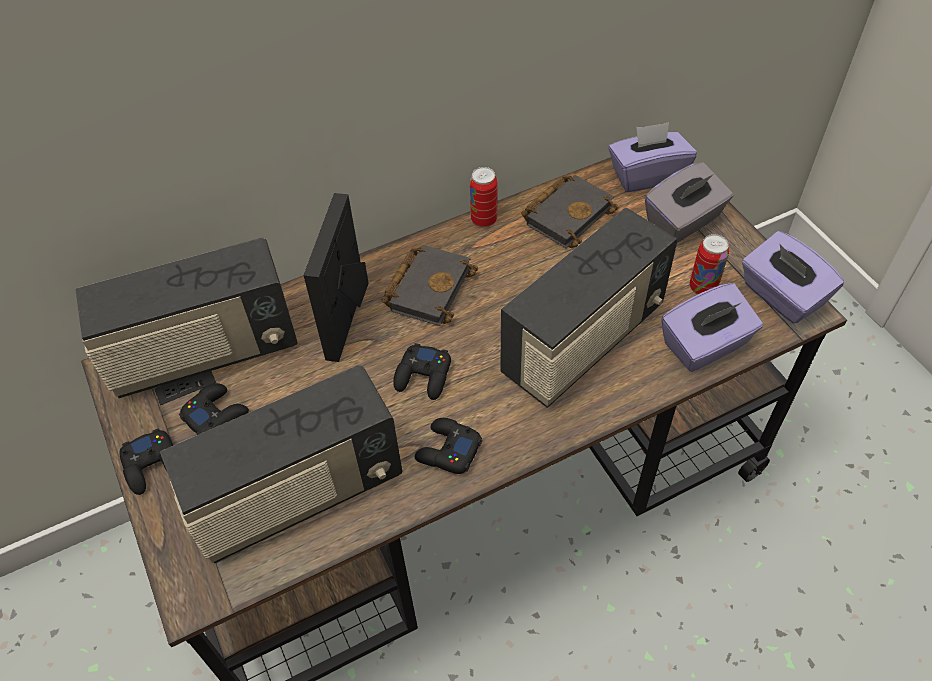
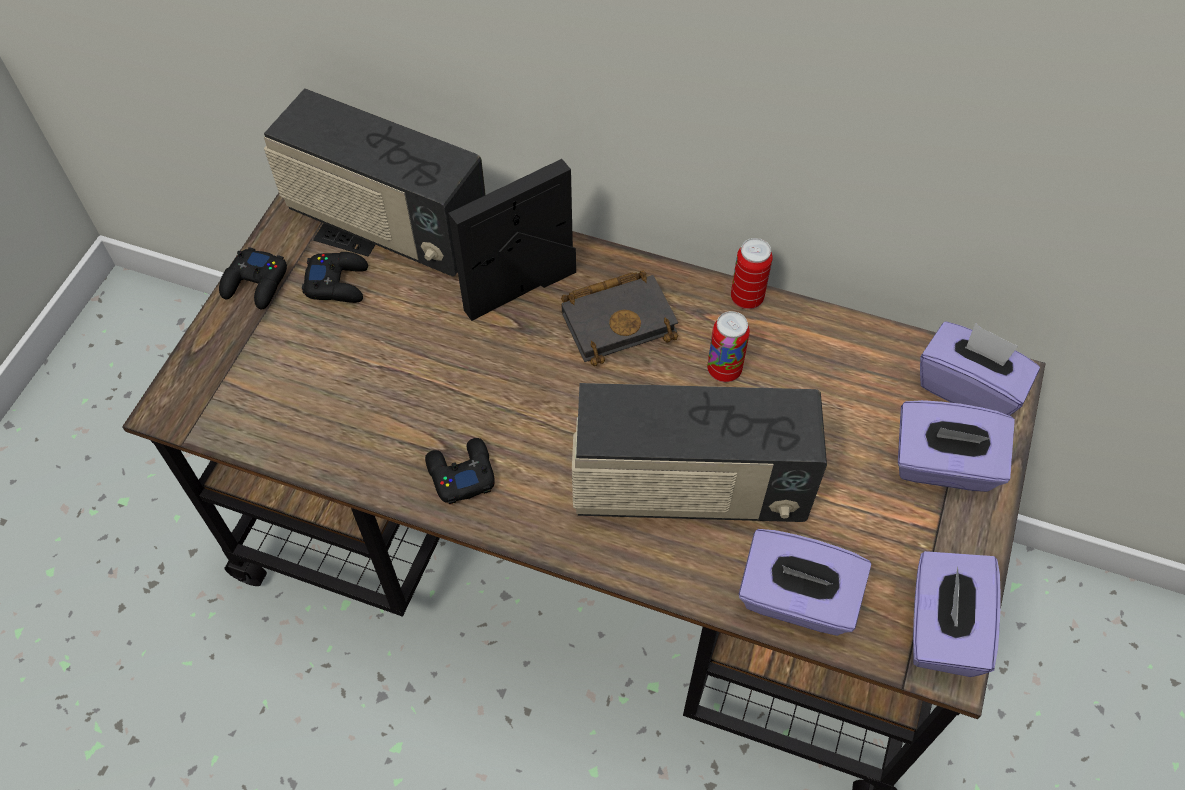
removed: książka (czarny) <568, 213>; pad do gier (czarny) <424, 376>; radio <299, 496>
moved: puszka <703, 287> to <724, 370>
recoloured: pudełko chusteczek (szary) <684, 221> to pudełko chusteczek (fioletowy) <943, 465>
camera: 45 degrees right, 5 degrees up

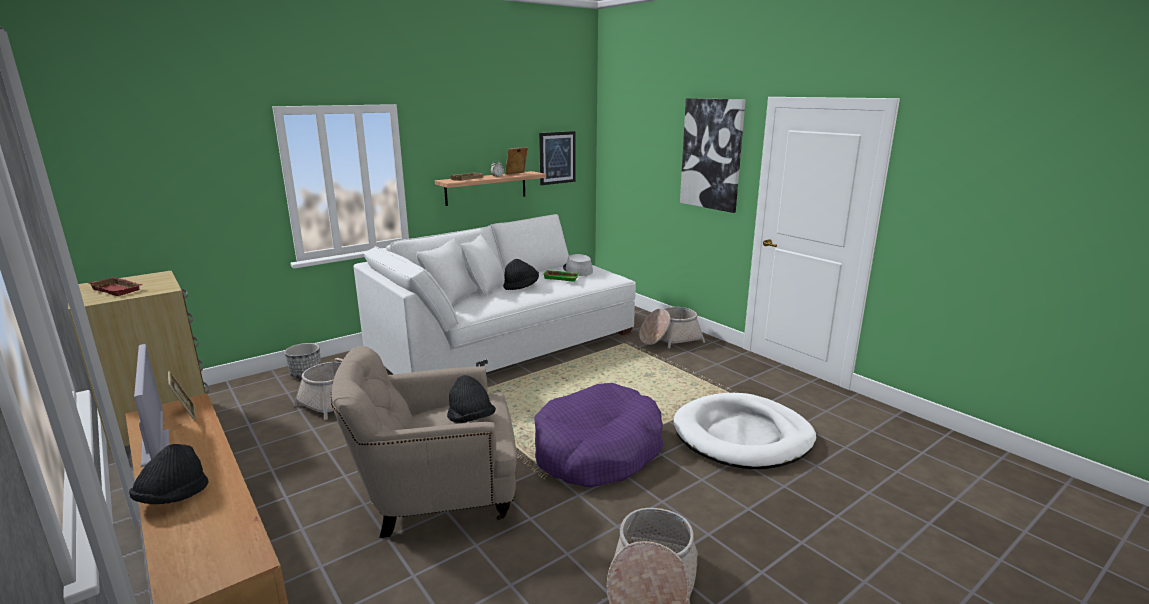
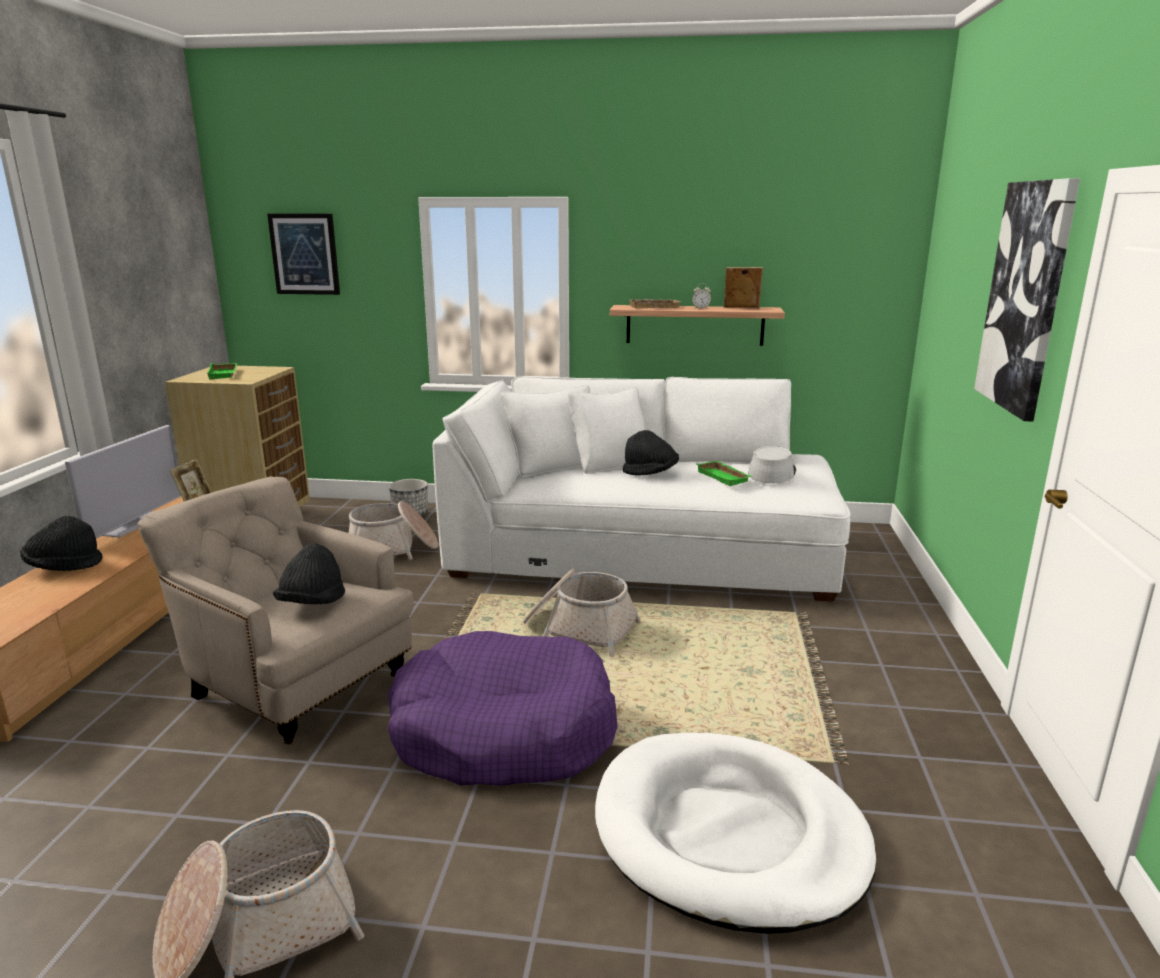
moved: obraz <557, 157> to <305, 254>; koszyk <669, 339> to <579, 629>
recoloured: taca (czerwony) <119, 289> to taca (zielony) <224, 374>
camera: 45 degrees right, 0 degrees up

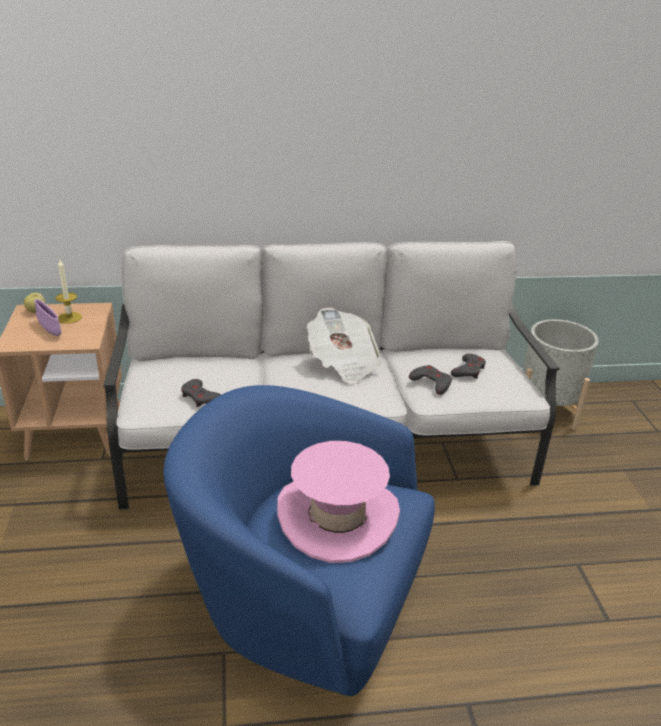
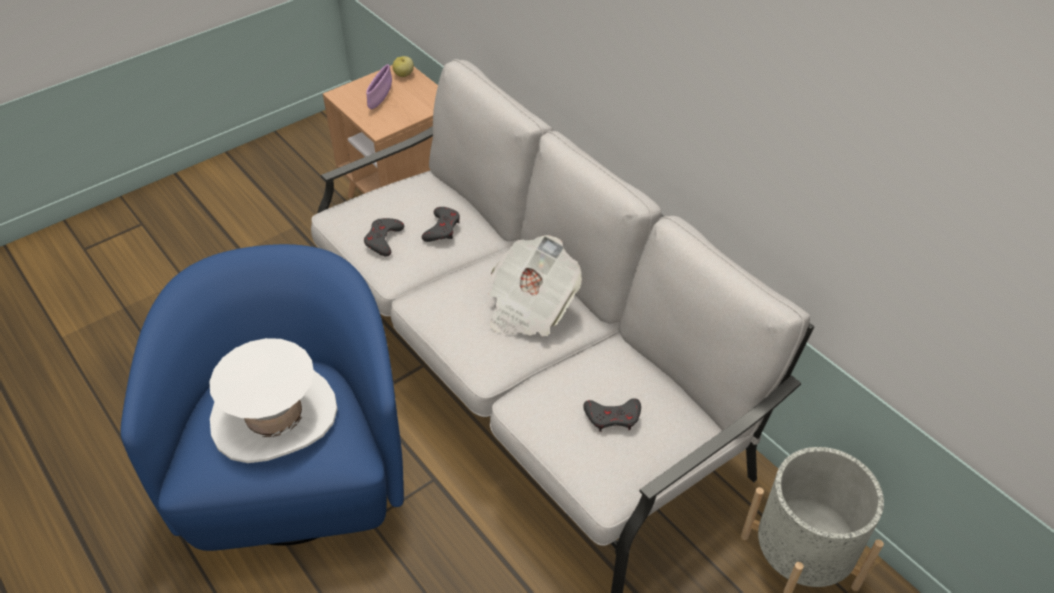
removed: świeca <69, 317>
moved: pad do gier (szary) <431, 382> to <442, 228>
recoloured: kapelusz (różowy) <337, 517> to kapelusz (biały) <274, 415>
camera: 60 degrees right, 15 degrees up

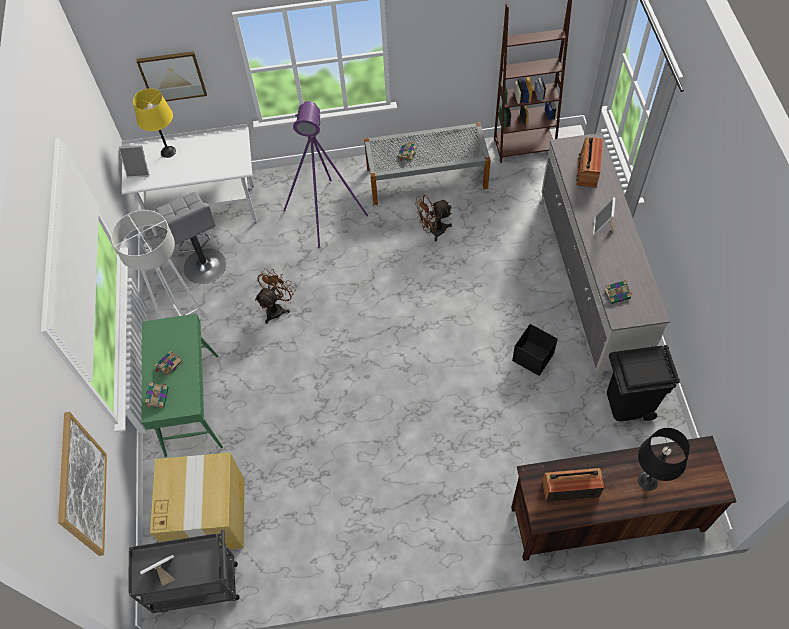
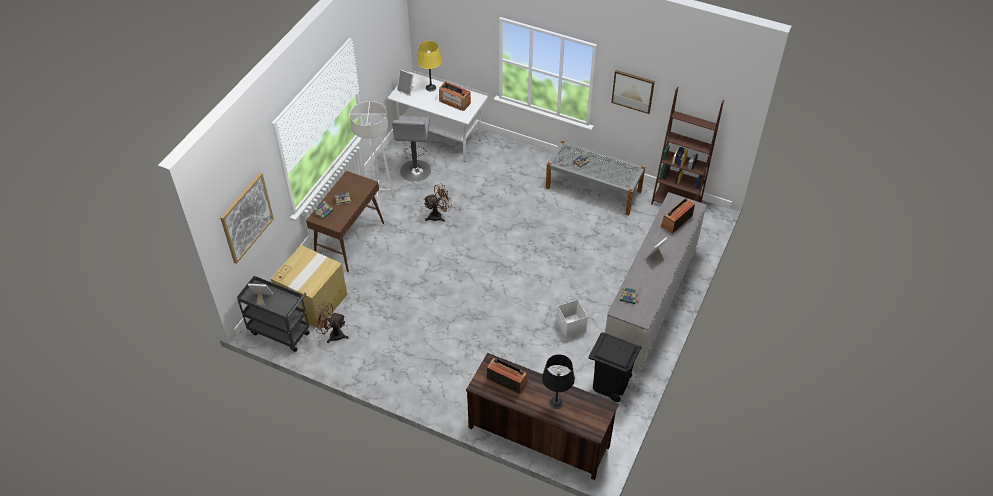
removed: lampa stojąca (fioletowy) <325, 214>
added: radio <454, 102>
moved: obraz <172, 76> to <633, 91>; wentylator (brązowy) <433, 231> to <333, 335>
recoloured: stolik konsolowy (zielony) <192, 404> to stolik konsolowy (brązowy) <349, 240>; pojemnik do przechowywania (czarny) <533, 358> to pojemnik do przechowywania (biały) <571, 326>
camera: 30 degrees right, 10 degrees down

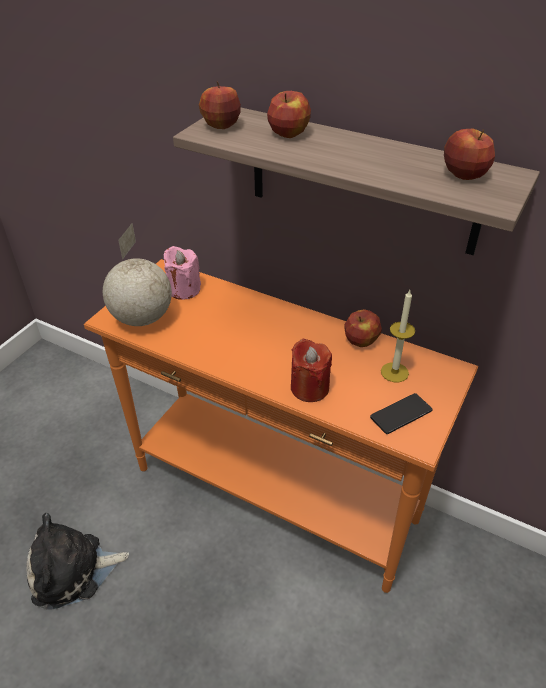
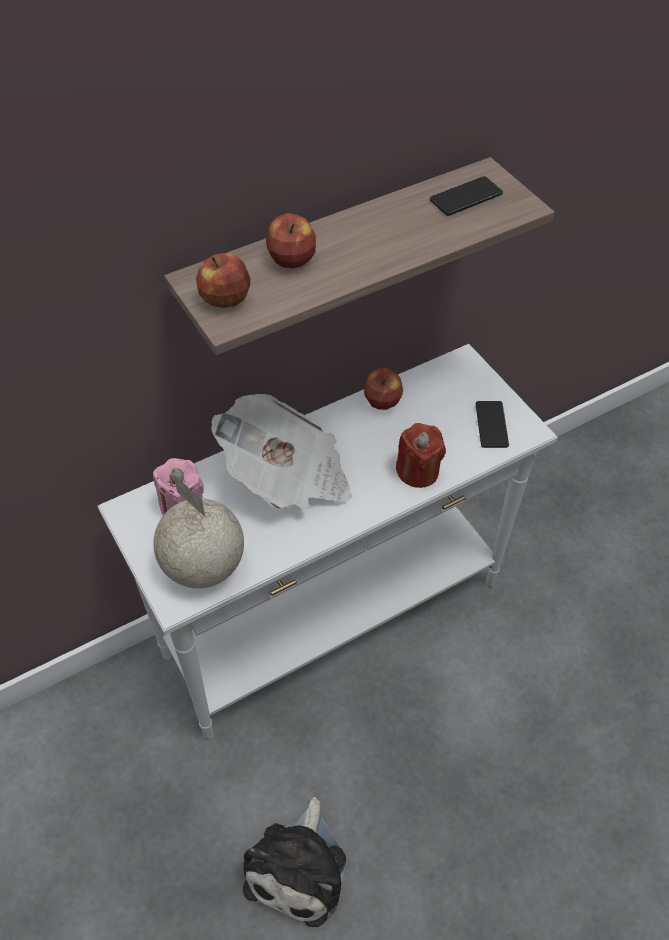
removed: świeca <394, 372>
added: gazeta <287, 477>
replaced: jabłko <464, 174> to telefon <466, 197>
recoloured: stolik konsolowy (pomarańczowy) <277, 493> to stolik konsolowy (biały) <334, 615>
camera: 60 degrees left, 10 degrees up

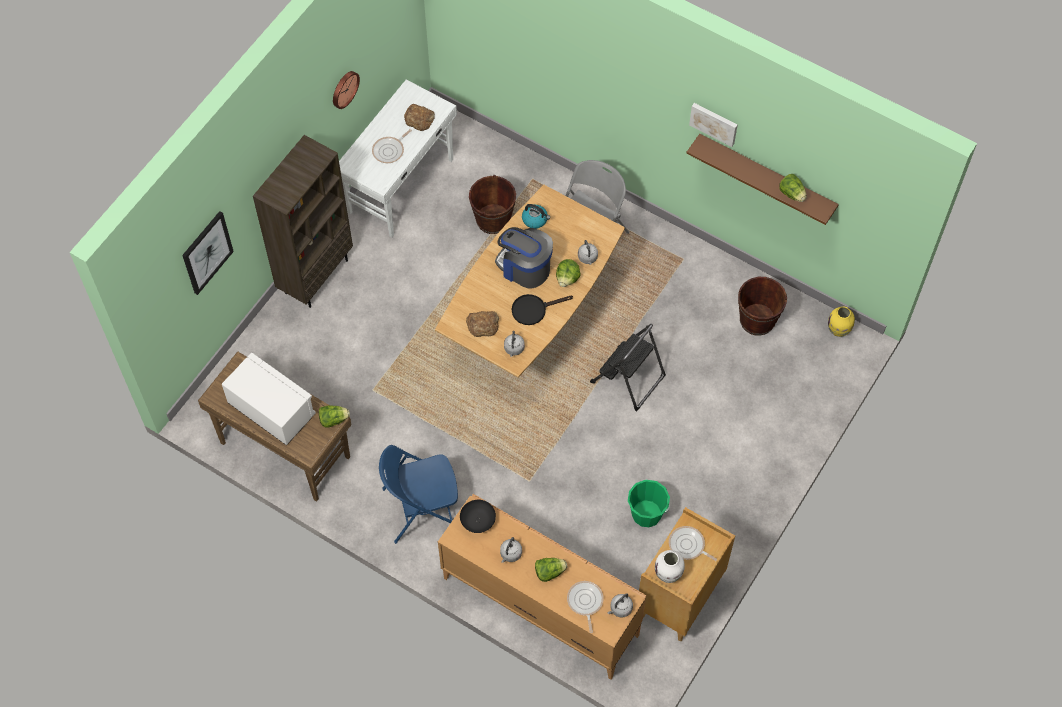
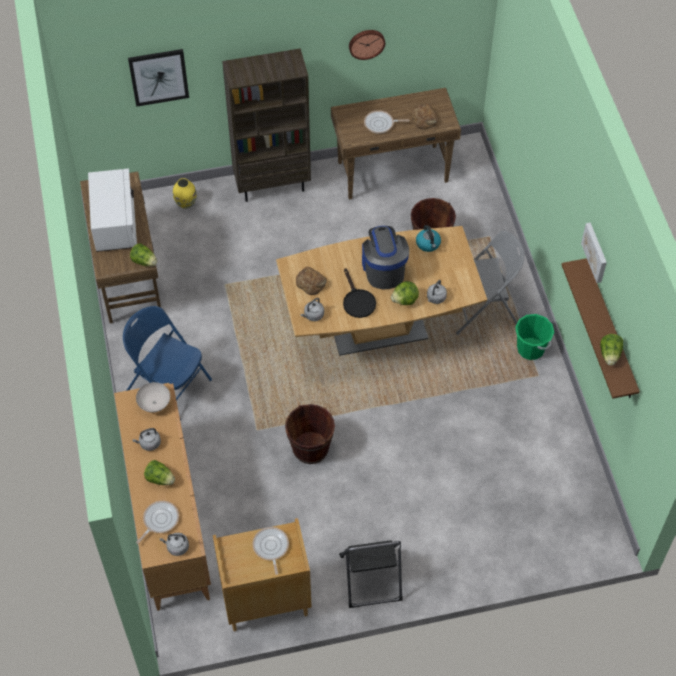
removed: wazon (biały) <668, 574>
moved: wiadro (brązowy) <757, 320> to <310, 448>; wazon (żółty) <838, 330> to <186, 203>; drabinka (czarny) <630, 380> to <371, 580>; wiadro (zielony) <646, 514> to <530, 349>
recoloured: stolik konsolowy (biały) <401, 185> to stolik konsolowy (brązowy) <393, 172>; miska (czarny) <478, 521> to miska (biały) <155, 403>
turned: patelnia (czarny) <533, 309> = <357, 301> 135 degrees counterclockwise
camera: 45 degrees right, 5 degrees down

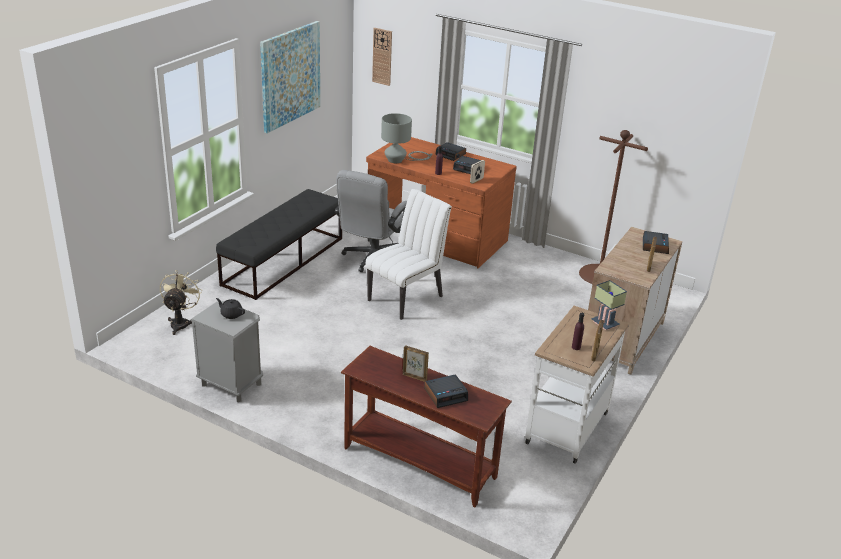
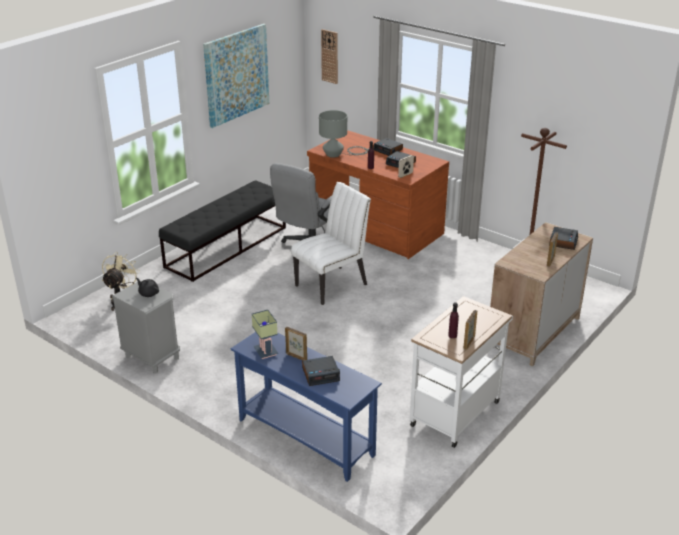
moved: lampa stołowa <606, 324> to <267, 352>
recoloured: stolik konsolowy (brązowy) <419, 462> to stolik konsolowy (niebieski) <305, 437>
camera: 10 degrees right, 0 degrees up

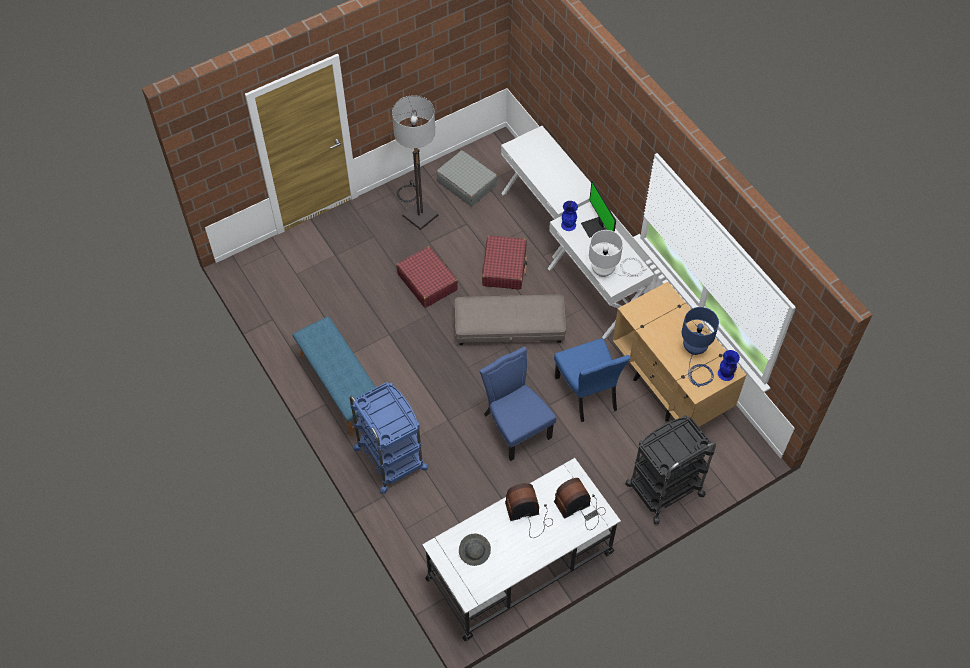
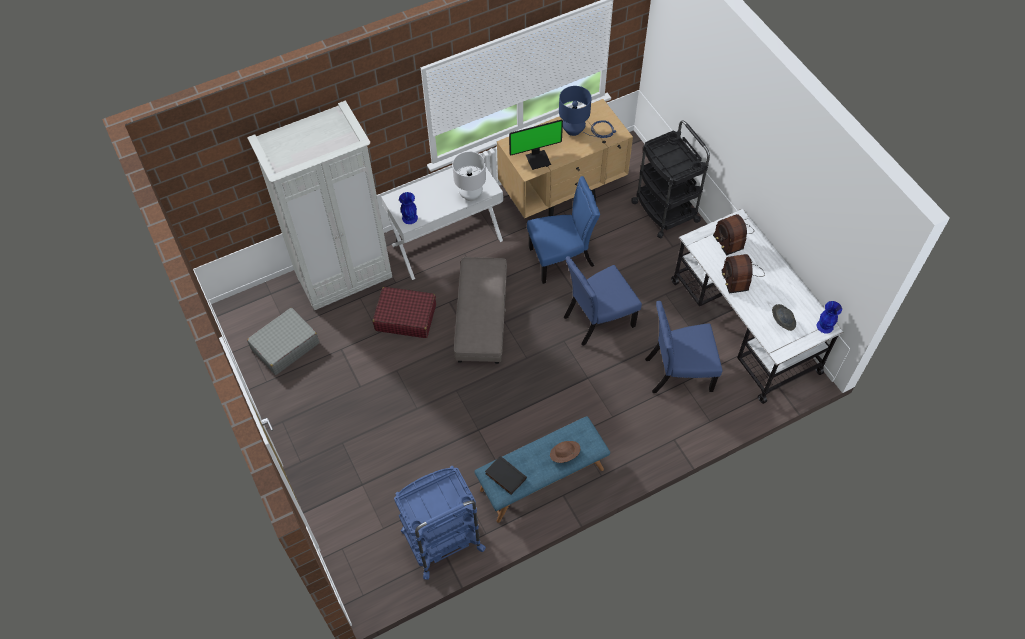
removed: lampa stojąca <417, 209>; walizka (czerwony) <427, 282>
added: krzesło (niebieski) <680, 373>; kapelusz (brązowy) <564, 455>; książka (czarny) <505, 476>
moved: monitor <595, 227> to <538, 159>; wazon (niebieski) <725, 374> to <825, 326>; wózek (niebieski) <391, 458> to <442, 540>
replaced: stolik konsolowy (biały) <547, 215> to szafa (biały) <343, 275>
camera: 85 degrees left, 0 degrees up

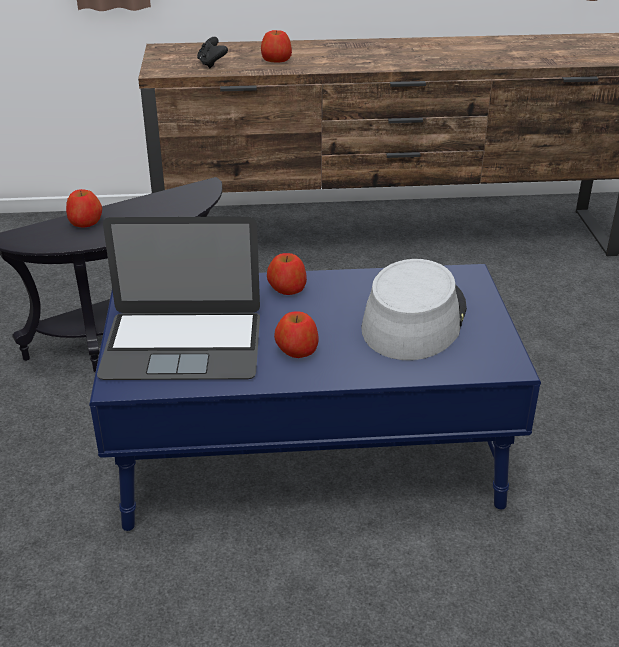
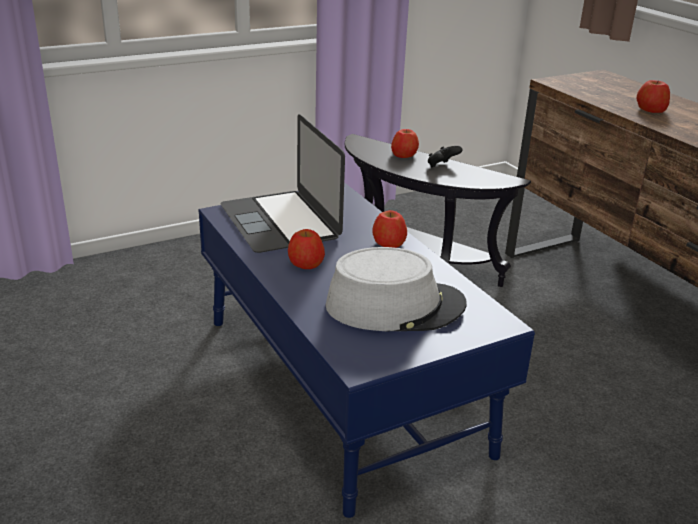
moved: pad do gier (czarny) <212, 64> to <442, 166>
camera: 65 degrees right, 5 degrees down

